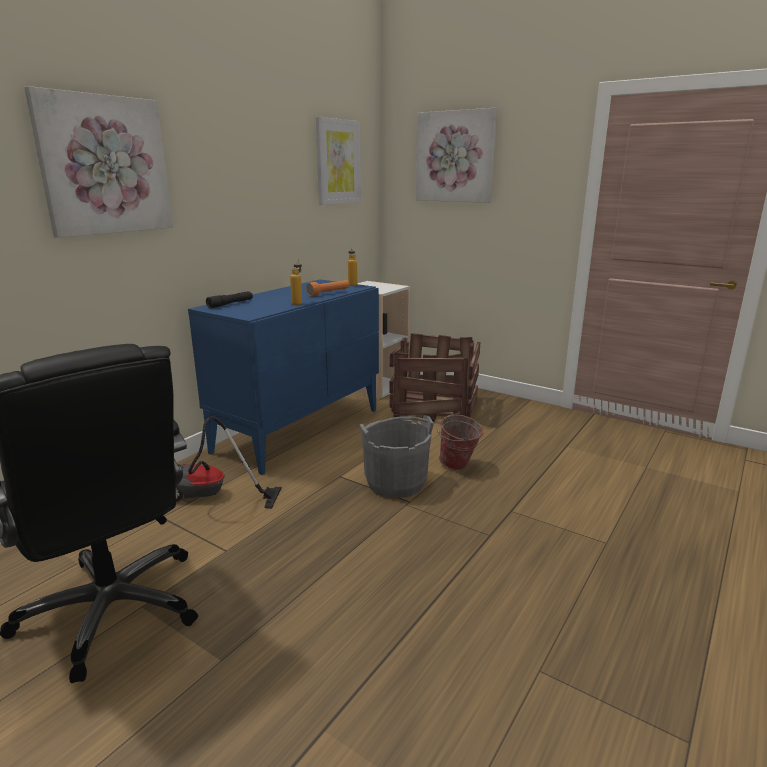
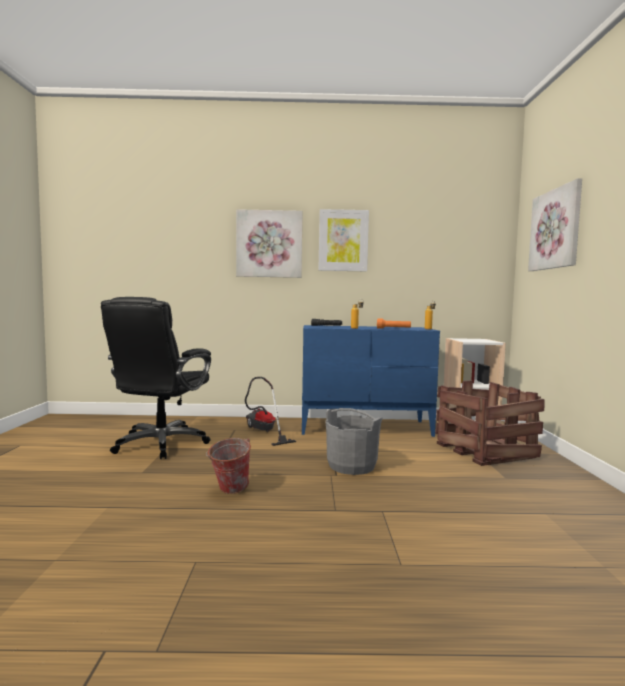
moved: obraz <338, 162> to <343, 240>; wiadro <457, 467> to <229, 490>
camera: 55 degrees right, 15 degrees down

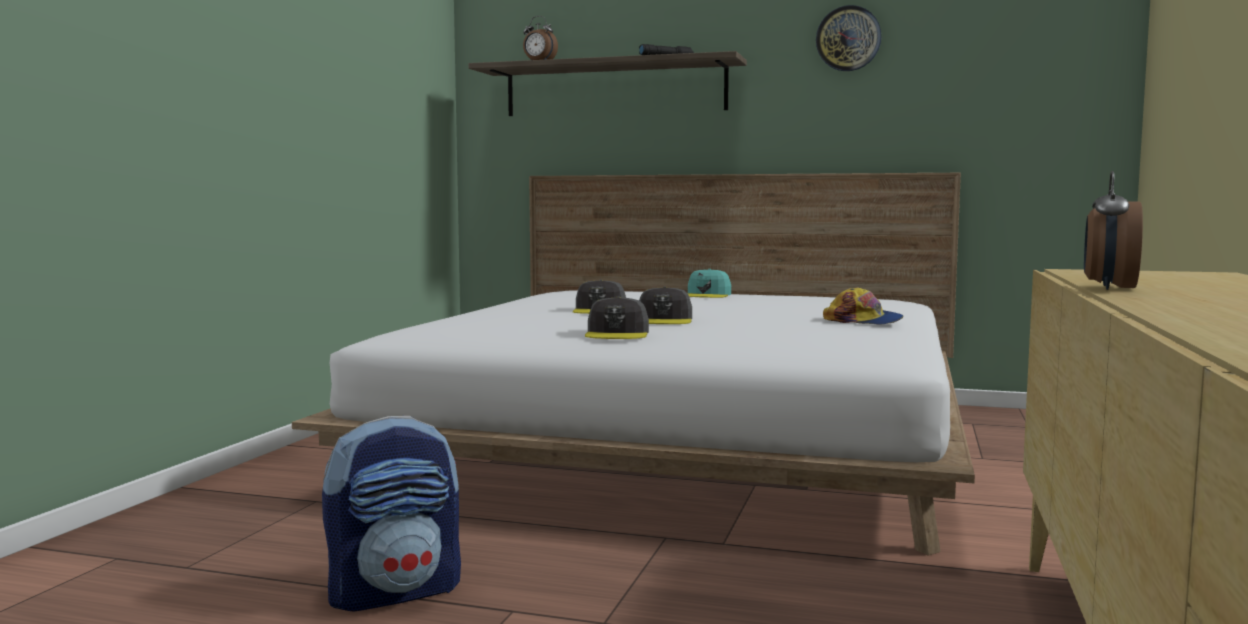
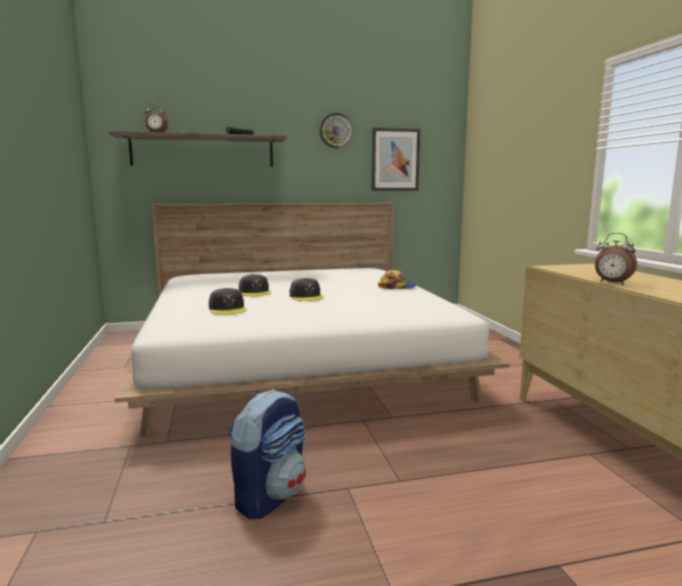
removed: czapka z daszkiem (turkusowy) <707, 295>
added: obraz <395, 159>
moved: czapka z daszkiem (szary) <617, 334> to <228, 309>
turned: budzik <1109, 287> = <612, 283> 45 degrees counterclockwise
camera: 30 degrees left, 5 degrees up

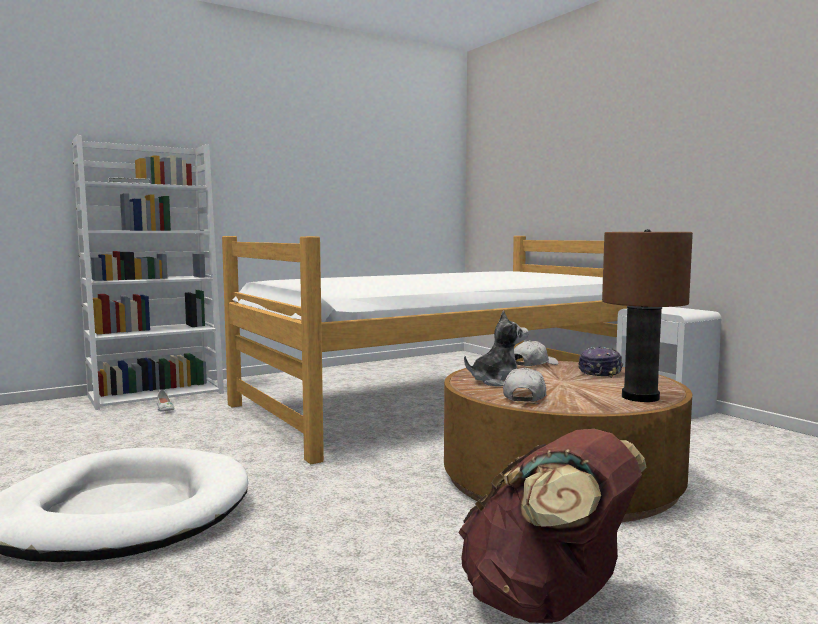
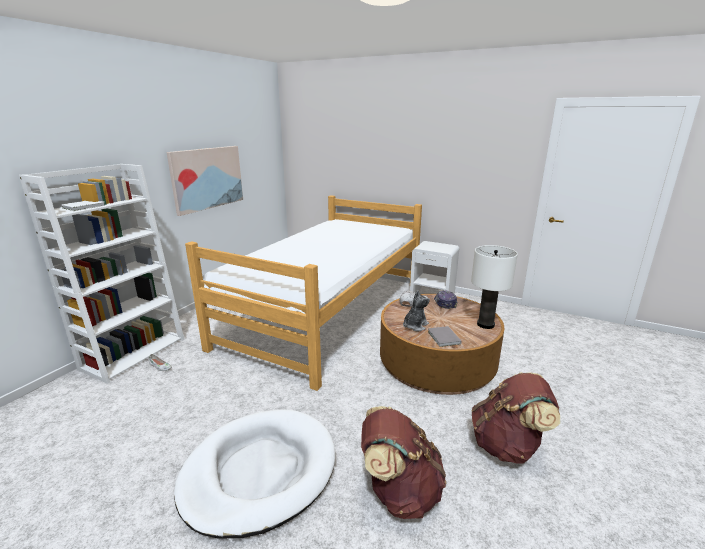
added: obraz <207, 178>; plecak (brązowy) <399, 491>
replaced: czapka z daszkiem (biały) <524, 397> to książka (szary) <443, 338>
recoloured: lampa stołowa (brązowy) <640, 397> to lampa stołowa (biały) <486, 324>
camera: 30 degrees left, 15 degrees up

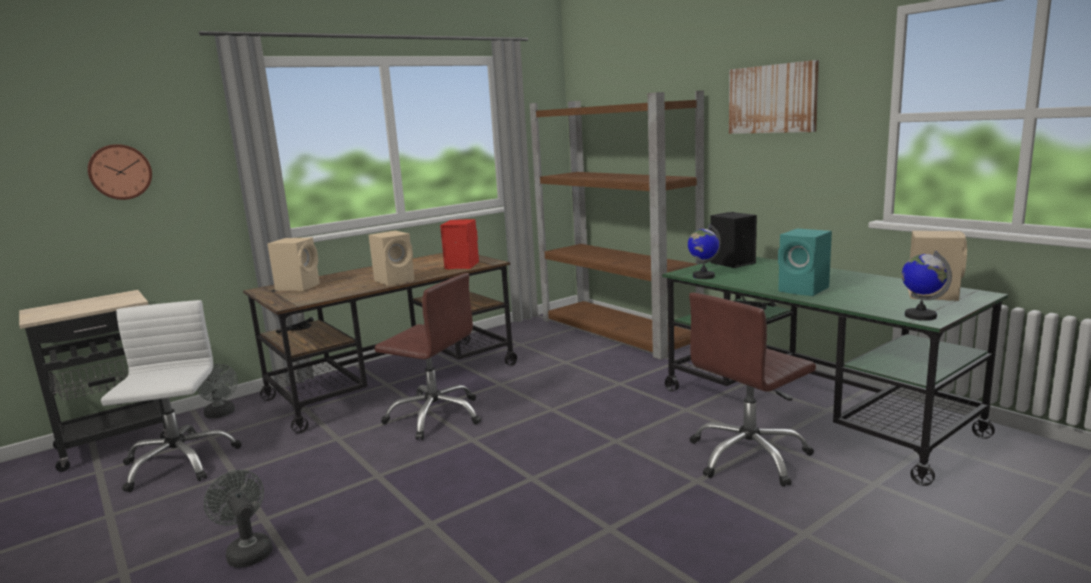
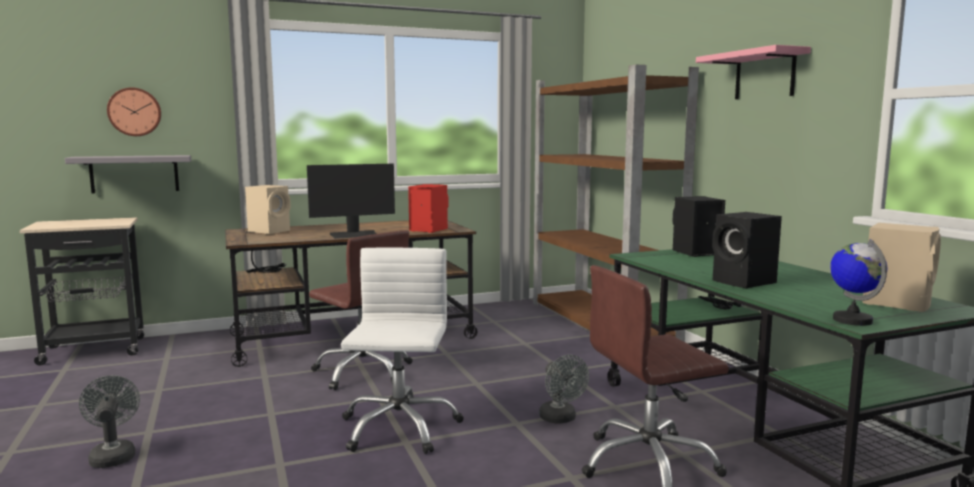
removed: globus <703, 276>
added: półka (szary) <134, 174>
moved: krzesło biurowe (biały) <179, 463> to <399, 427>; wentylator (szary) <221, 414> to <561, 419>
replaced: obraz <772, 99> to półka (różowy) <764, 75>; głośnik (beżowy) <396, 280> to monitor <355, 235>
recoloured: głośnik (turkusowy) <805, 290> to głośnik (czarny) <745, 282>
camera: 15 degrees right, 5 degrees down

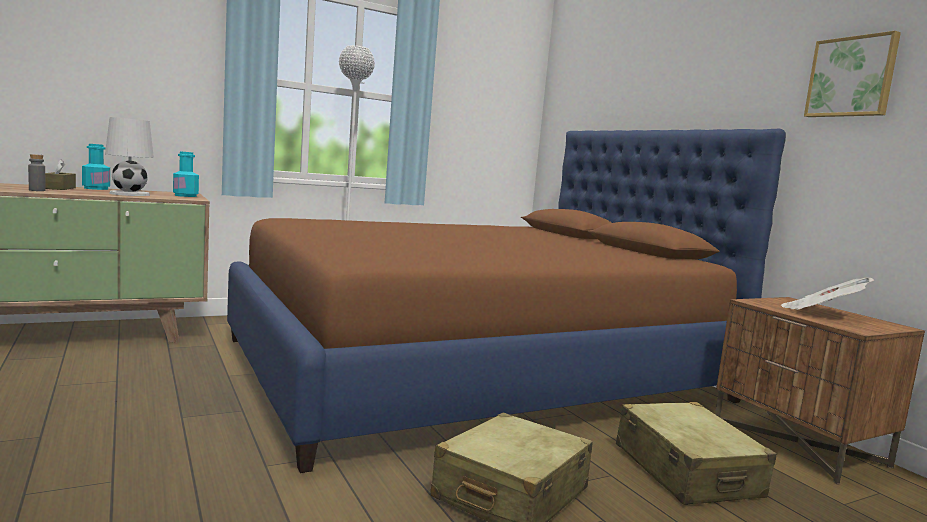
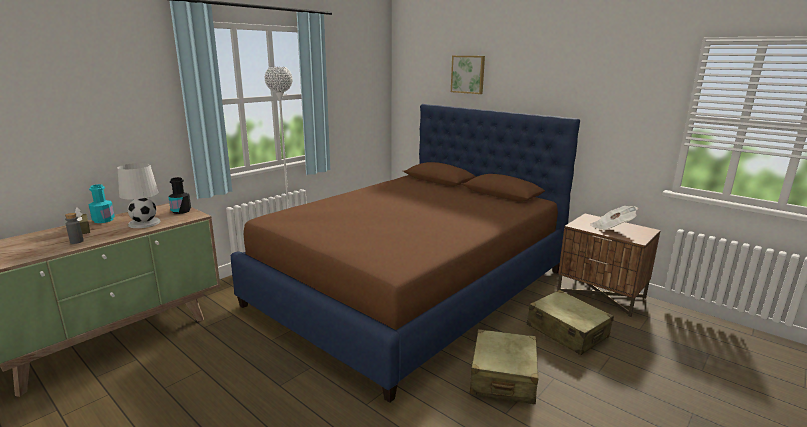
moved: obraz <852, 77> to <468, 74>
recoloured: butelka (turkusowy) <185, 195> to butelka (czarny) <181, 211>
camera: 20 degrees left, 10 degrees up

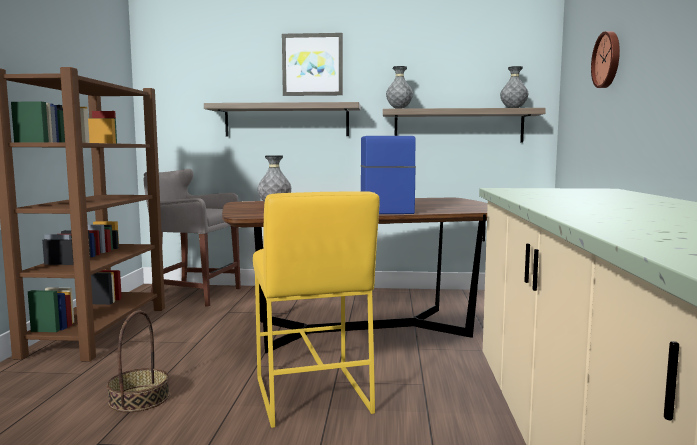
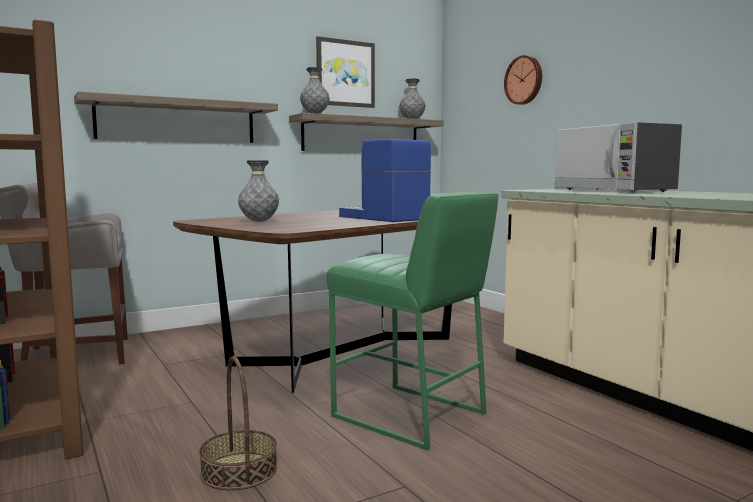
added: mikrofalówka <613, 190>
moved: obraz <312, 65> to <345, 73>
recoloured: stołek (żółty) <312, 396> to stołek (zielony) <411, 415>
camera: 35 degrees left, 0 degrees up

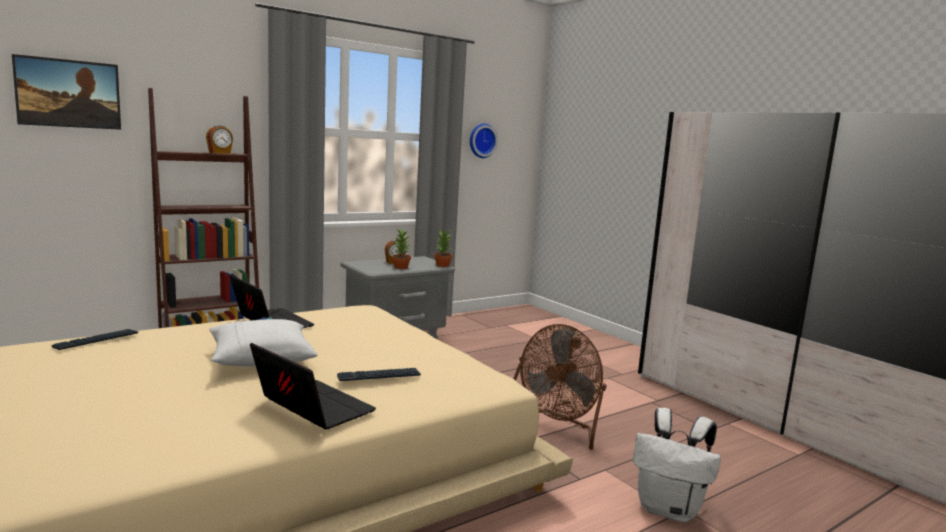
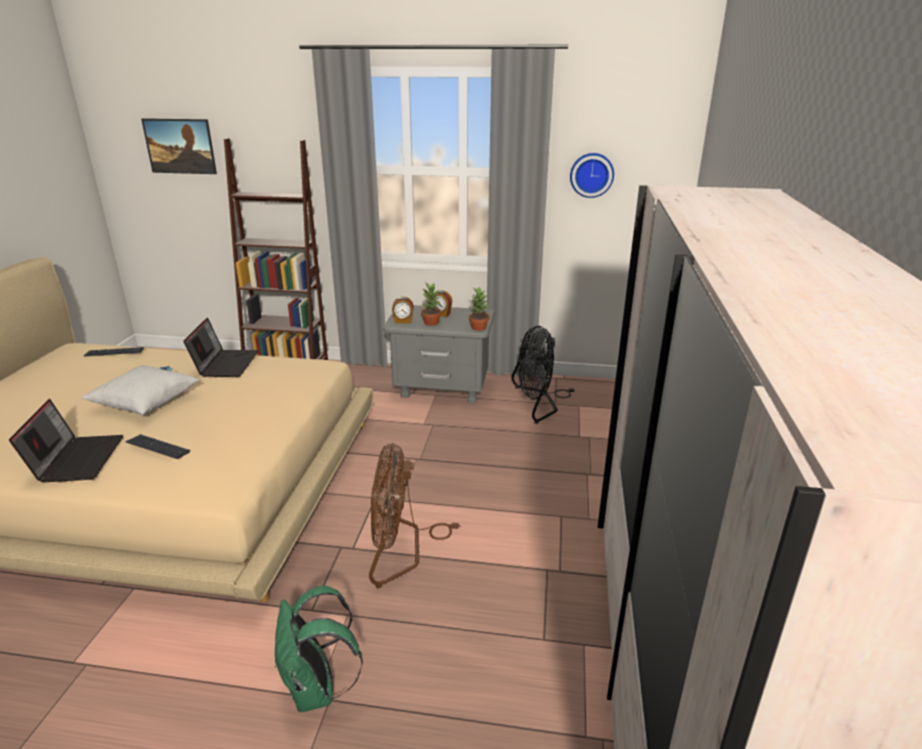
added: wentylator (czarny) <539, 402>
moved: budzik <220, 153> to <403, 321>
recoloured: plecak (biały) <669, 510> to plecak (zielony) <316, 690>
camera: 45 degrees right, 15 degrees up

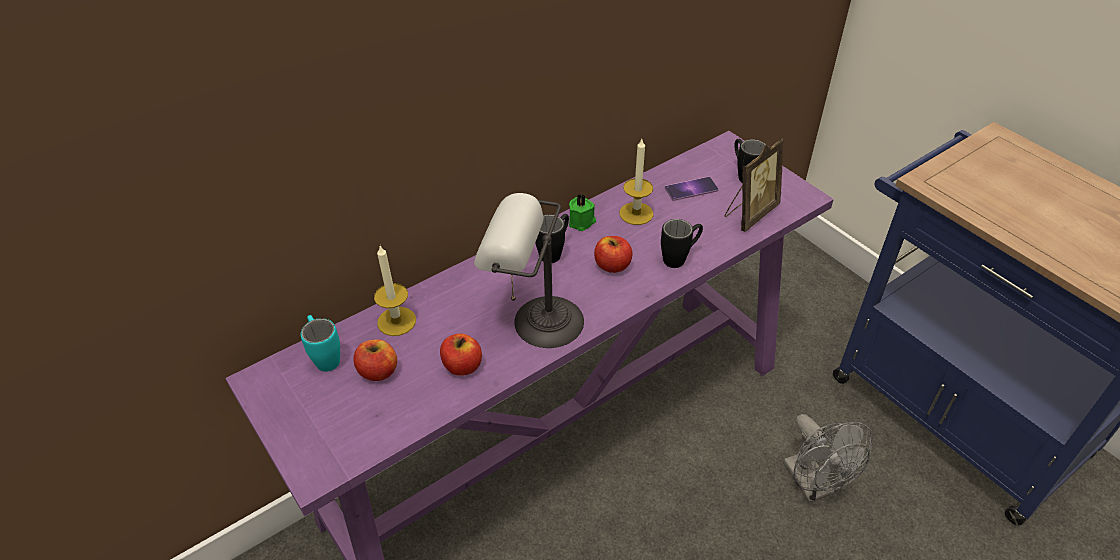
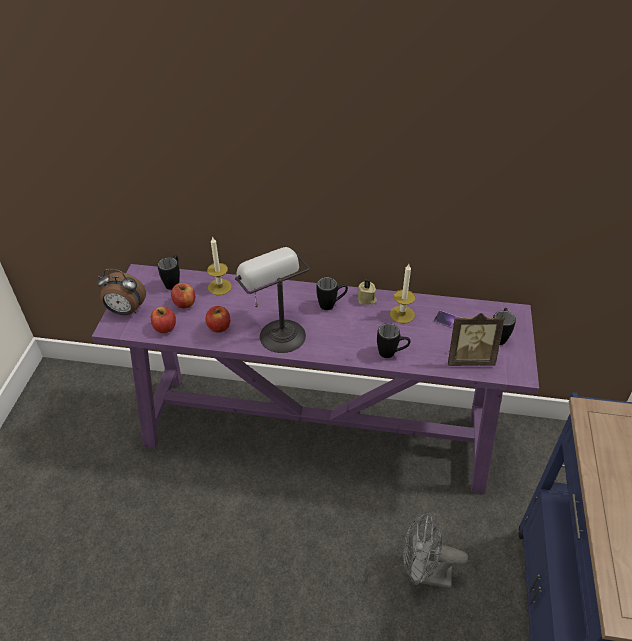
added: budzik <125, 311>
moved: jabłko <612, 265> to <165, 328>
recoloured: świeca (zielony) <582, 222> to świeca (beżowy) <366, 299>; kubek (turkusowy) <325, 357> to kubek (czarny) <174, 282>
turned: wentylator (szary) <813, 485> = <424, 574> 75 degrees clockwise
camera: 45 degrees right, 0 degrees up

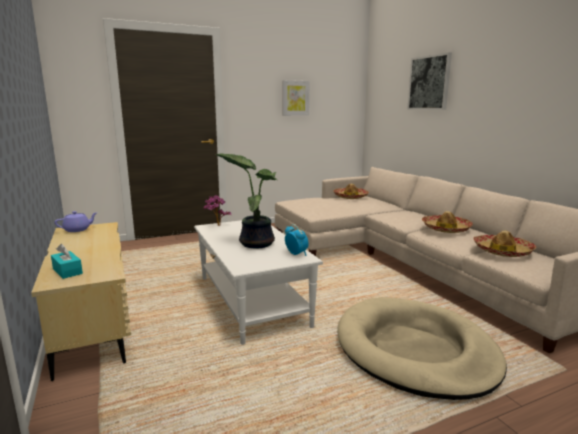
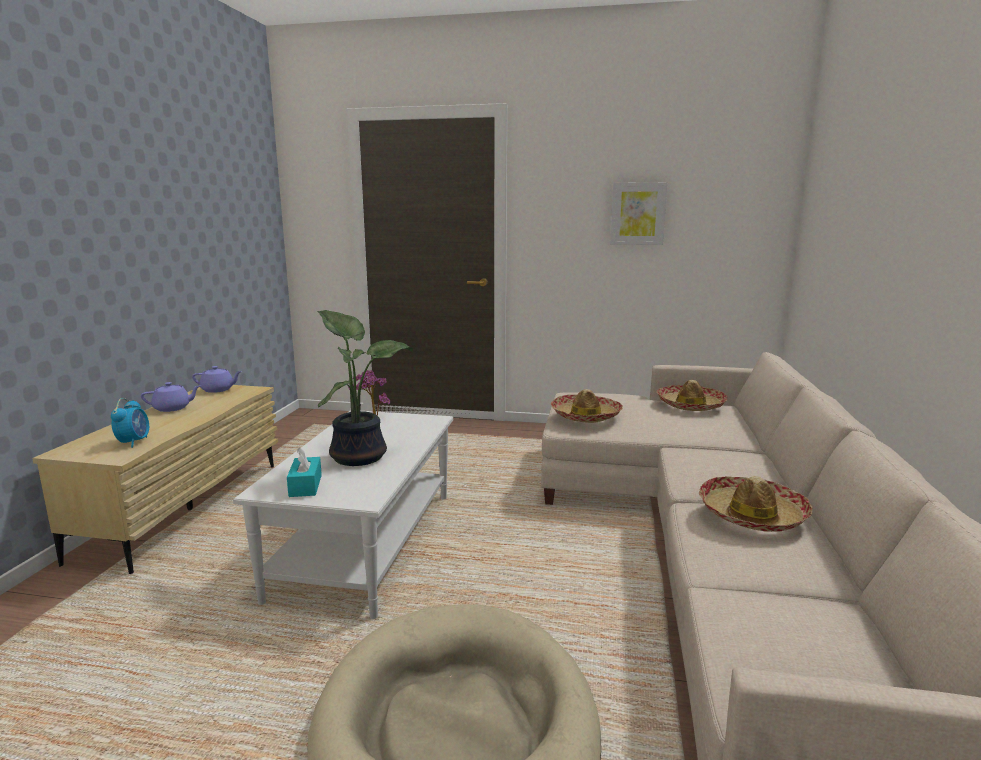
removed: obraz <429, 83>
added: imbryk (fioletowy) <173, 408>
moved: budzik <296, 254> to <134, 442>; kapelusz <502, 251> to <586, 416>; pudełko chusteczek (turkusowy) <67, 271> to <305, 486>
camera: 35 degrees right, 0 degrees up

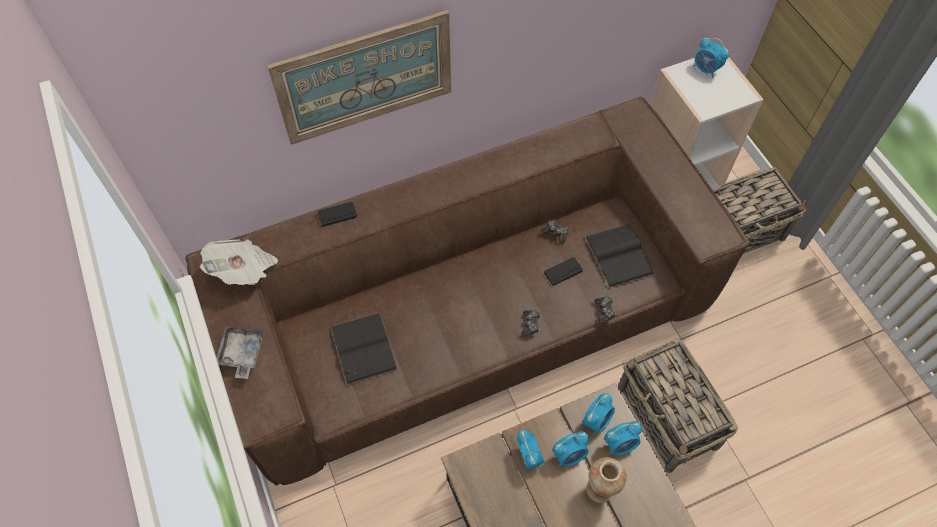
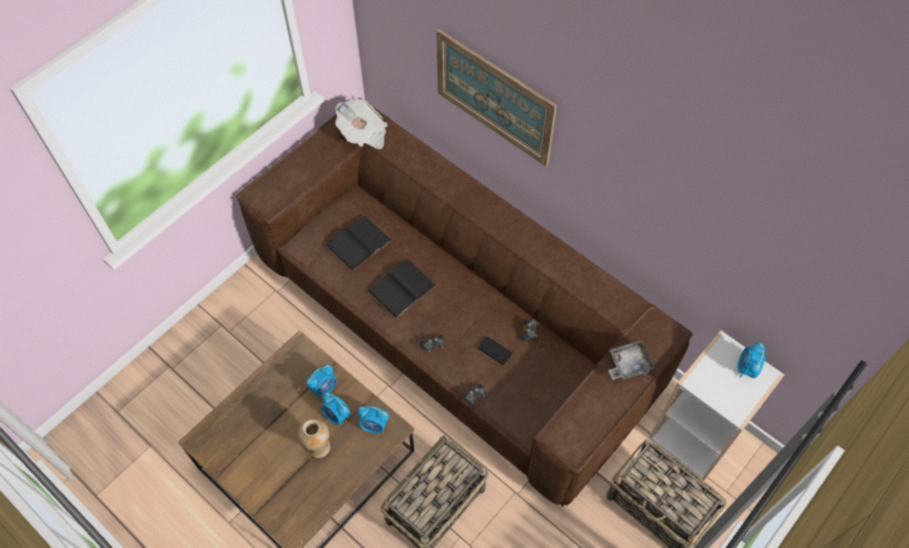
removed: pad do gier (czarny) <337, 214>; budzik <620, 444>
moved: książka (czarny) <619, 255> to <402, 288>; taca (szary) <242, 353> to <628, 364>
camera: 65 degrees right, 0 degrees up

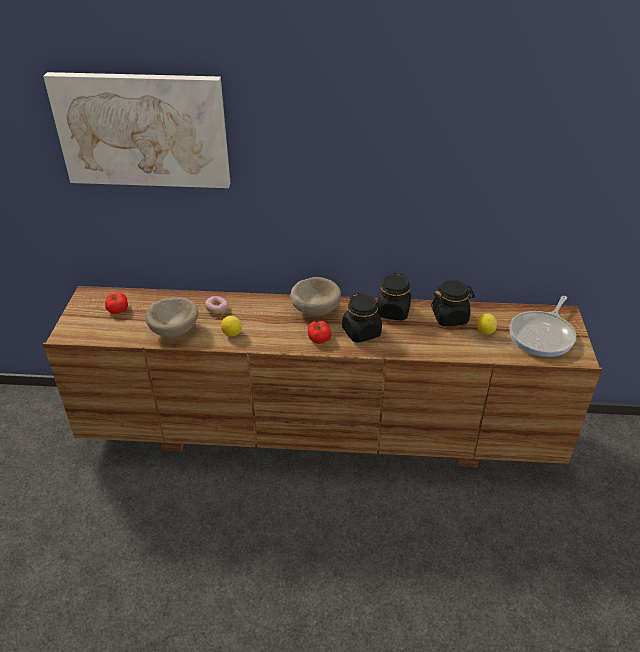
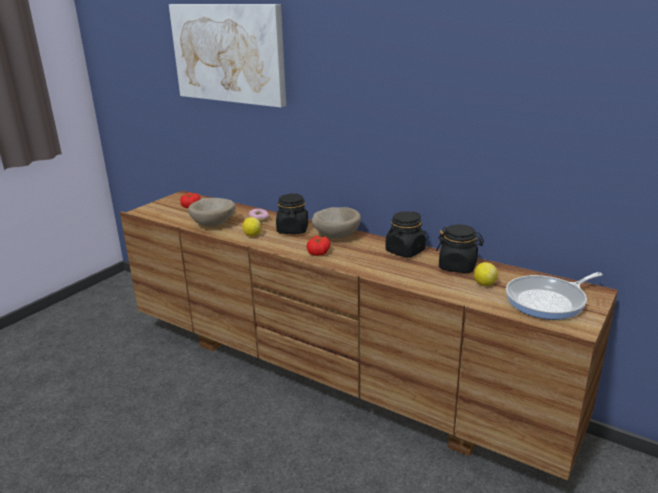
moved: słoik (czarny) <361, 332> to <292, 230>
camera: 30 degrees right, 15 degrees down

